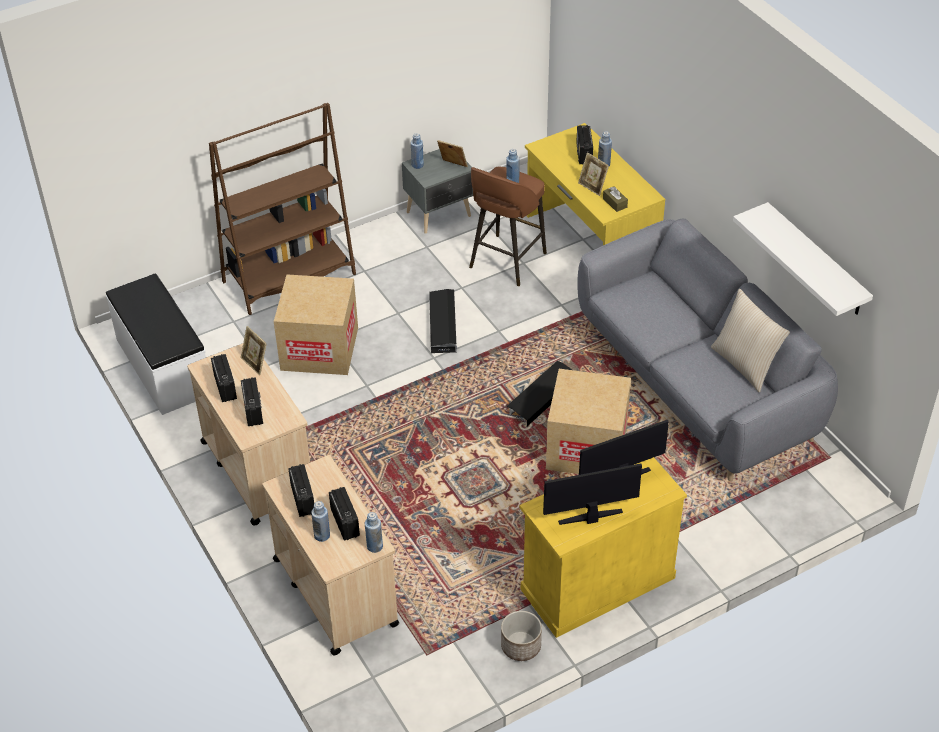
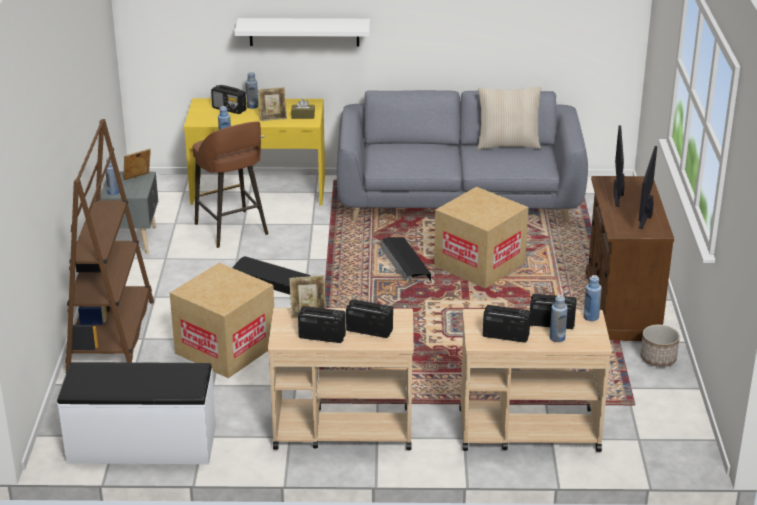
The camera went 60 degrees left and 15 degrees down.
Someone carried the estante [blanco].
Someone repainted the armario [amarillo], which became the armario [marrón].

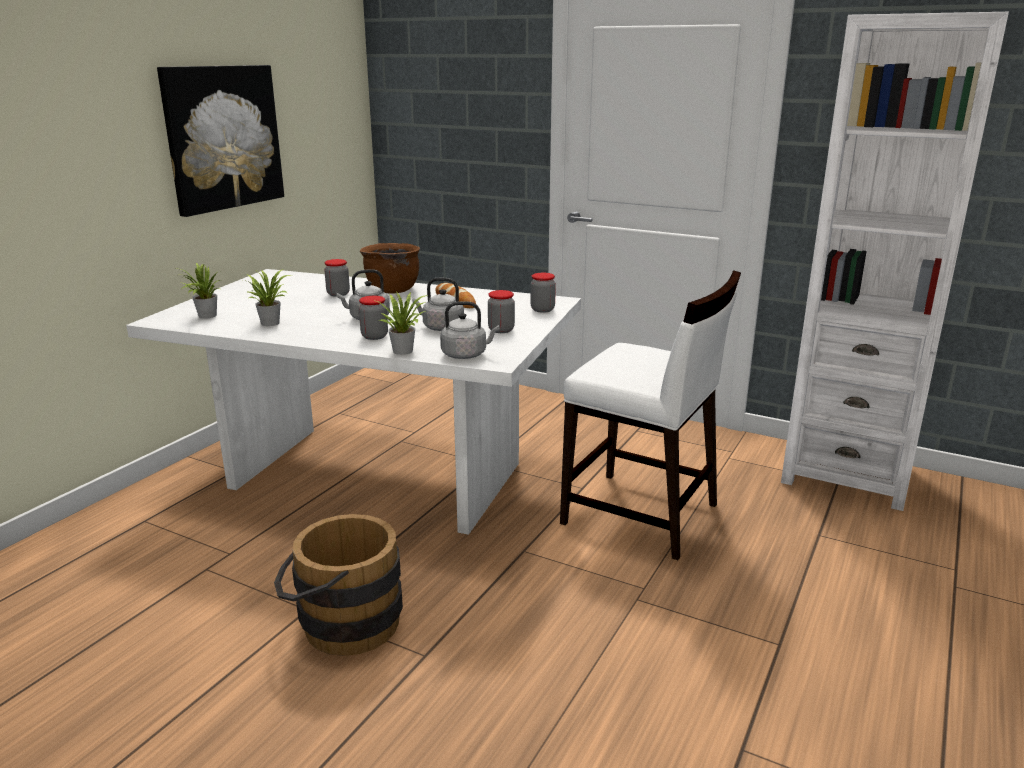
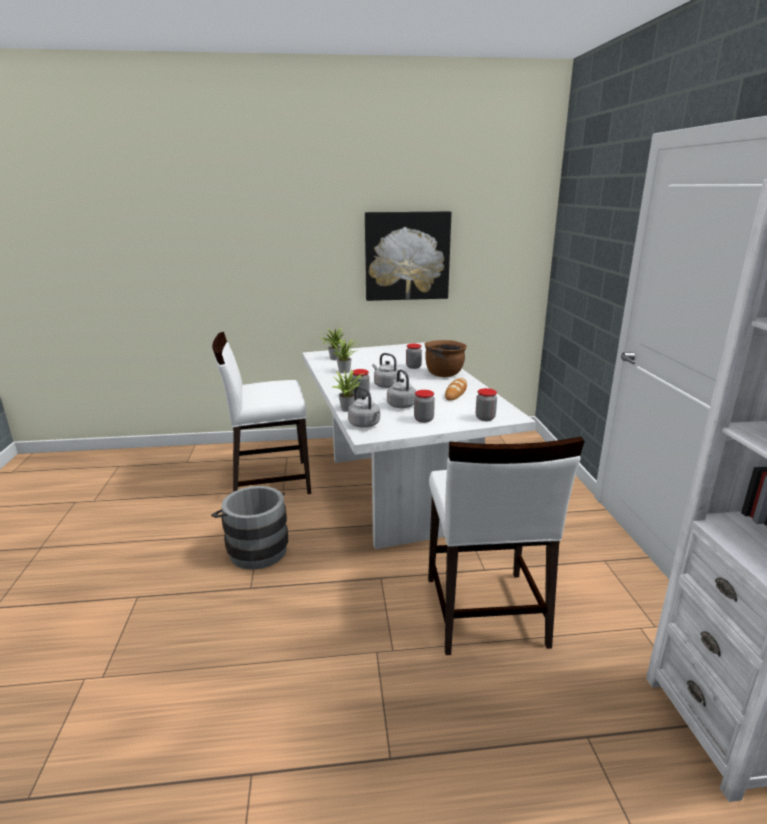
The camera went 55 degrees right and 0 degrees up.
Someone repainted the cubo [marrón], which became the cubo [gris].
Someone put down the silla [blanco] (no. 1 from left).

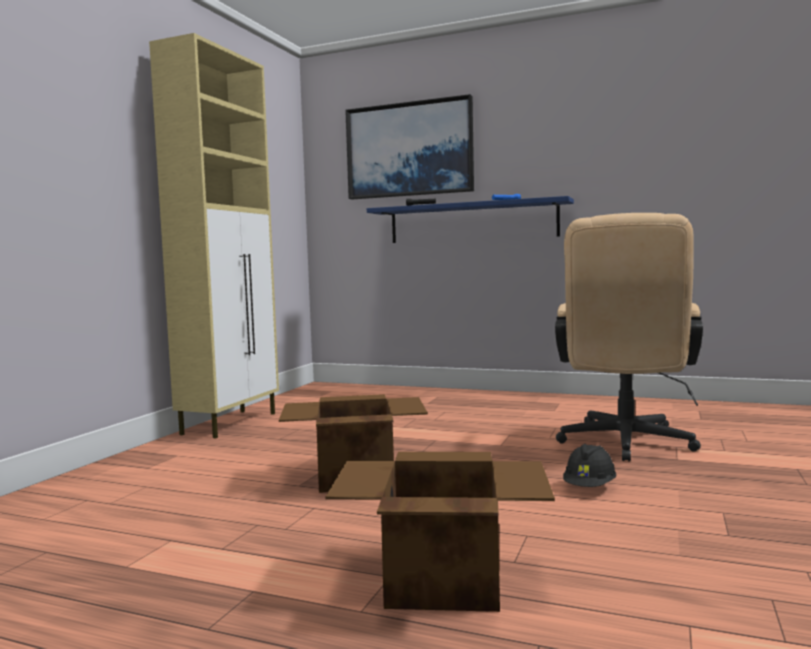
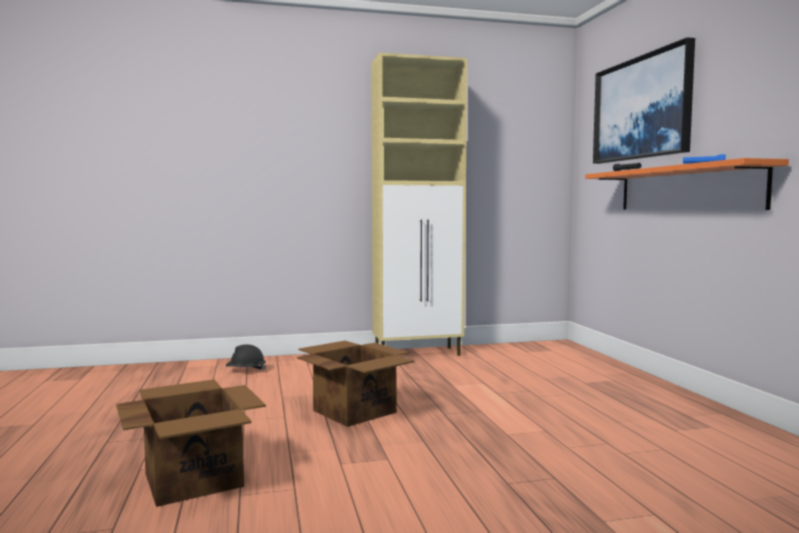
The camera went 55 degrees right and 0 degrees up.
Someone carried the casco [negro].
Someone repainted the estante [azul], which became the estante [naranja].
Someone took away the silla de oficina [beis].

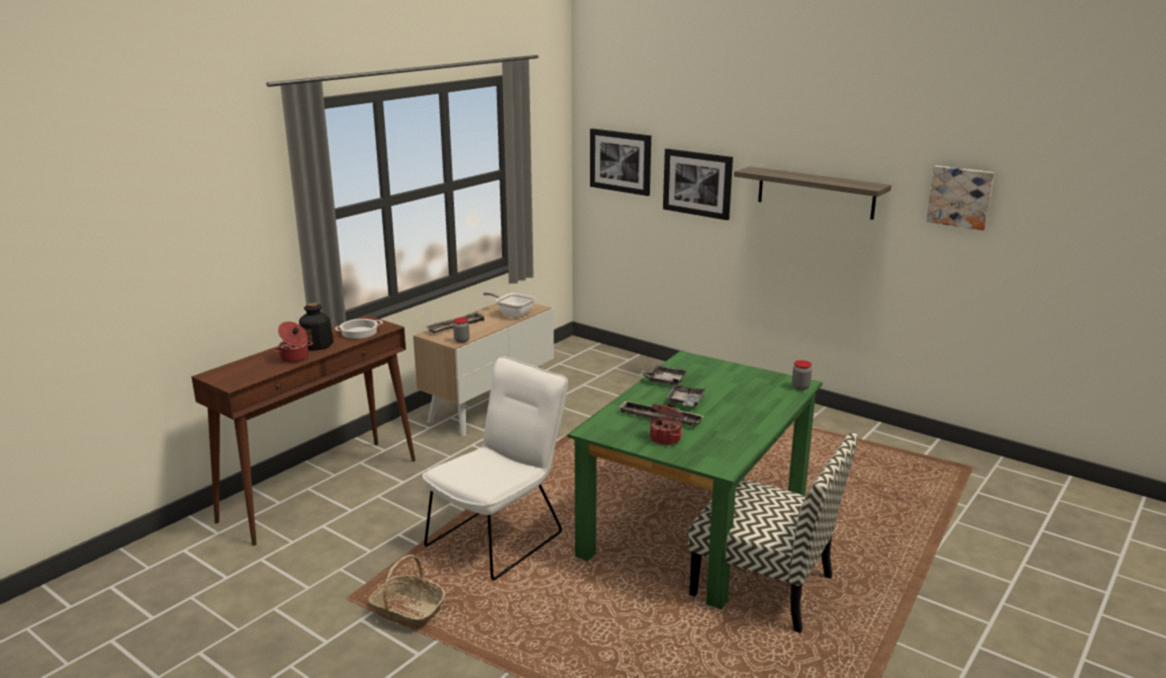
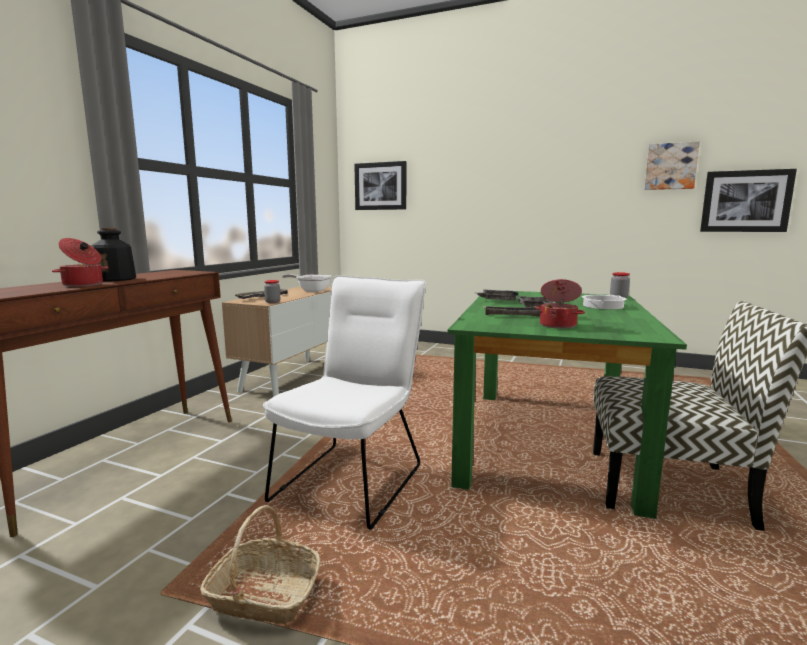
The camera went 15 degrees left and 10 degrees down.
Someone carried the olla (no. 2 from left in the first image).
Someone carried the cuadro (no. 2 from left in the first image).
Someone took away the estante.

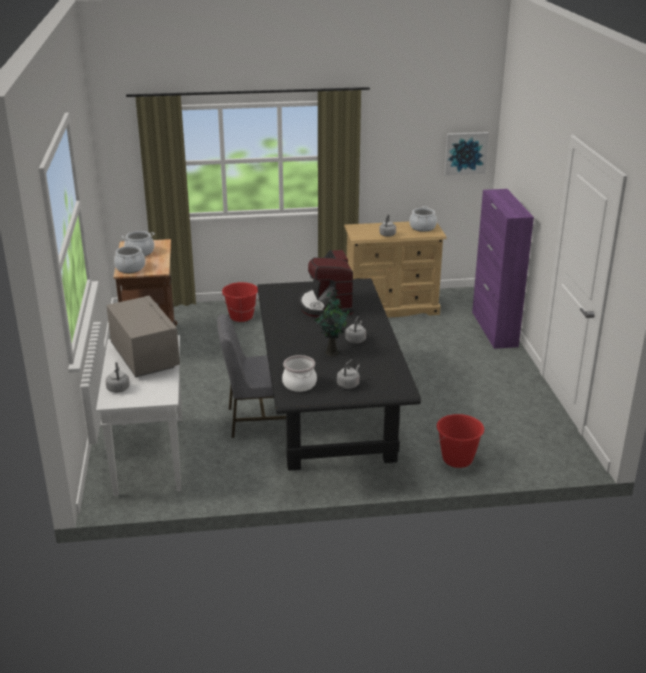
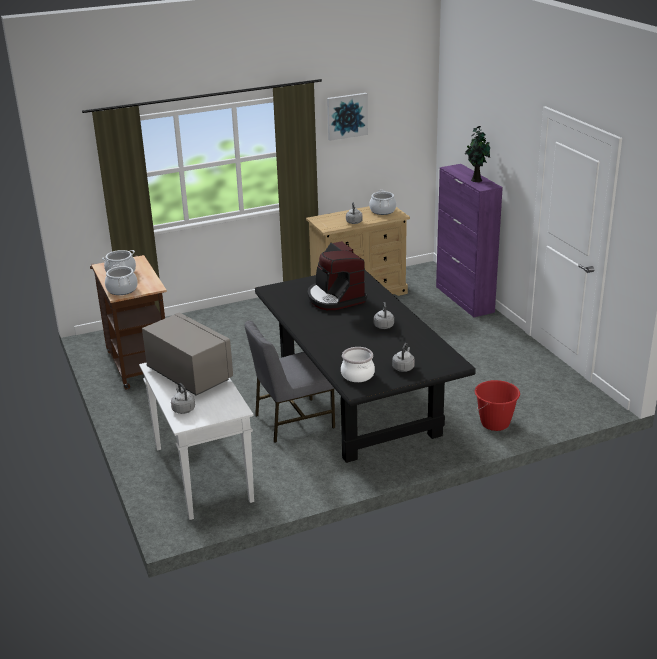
The camera went 15 degrees left and 0 degrees up.
Someone carried the cuadro.
Someone carried the planta en maceta.
Someone took away the cubo [rojo] (no. 1 from left).

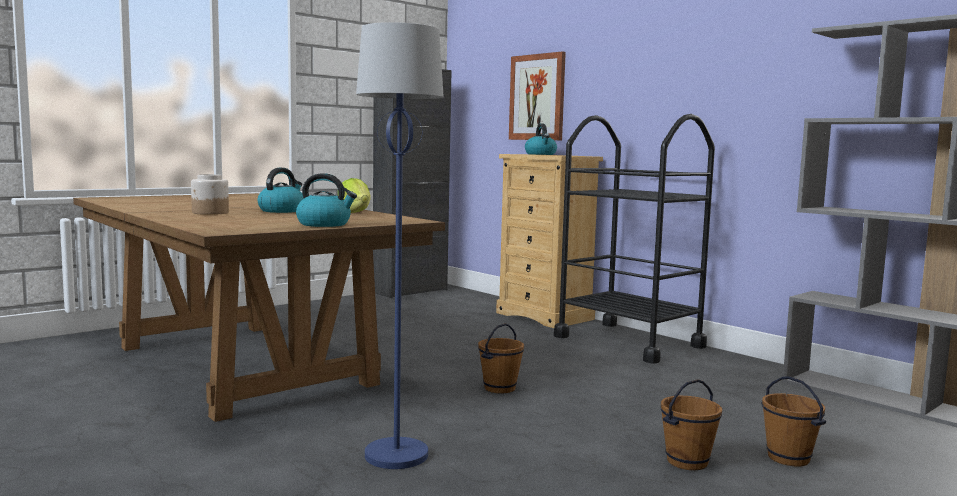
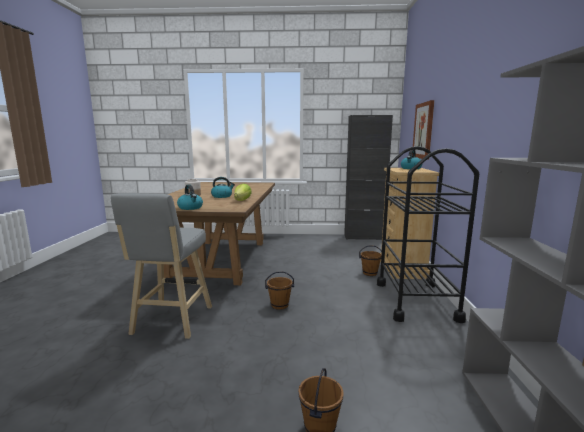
The camera went 45 degrees right and 5 degrees up.
Someone swapped the lámpara de pie [azul] for the taburete [gris].
Someone carried the cubo [marrón] (no. 2 from left in the first image).

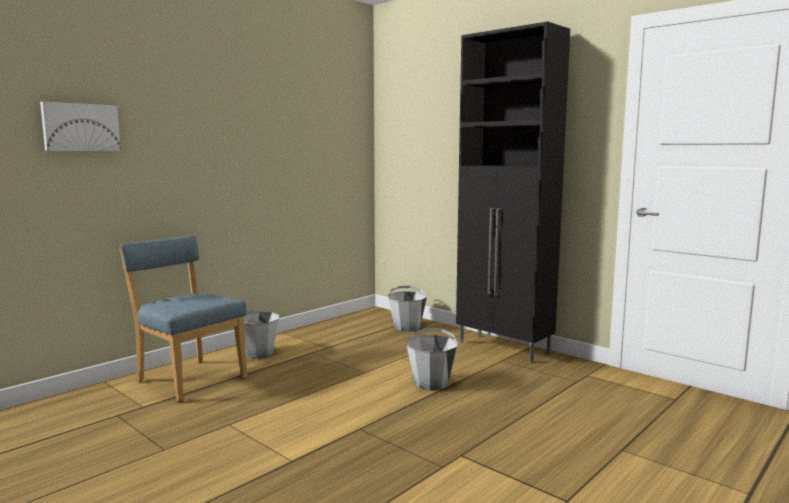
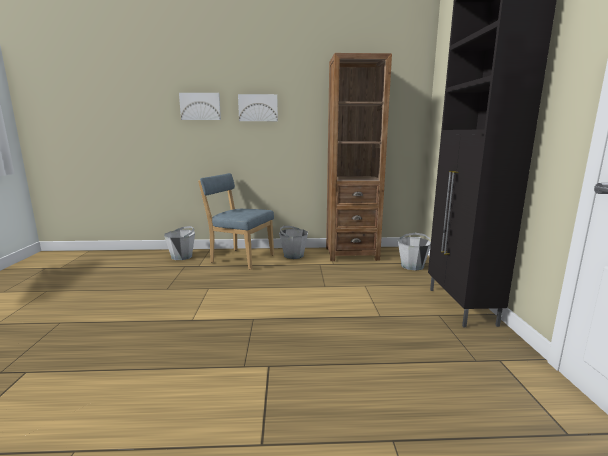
The camera went 45 degrees right and 5 degrees up.
Someone carried the cubo [gris] (no. 3 from left in the first image).
Someone rotated the silla [azul] by 60 degrees counterclockwise.
Someone put up the cuadro (no. 2 from left).
Someone put down the estantería [marrón].

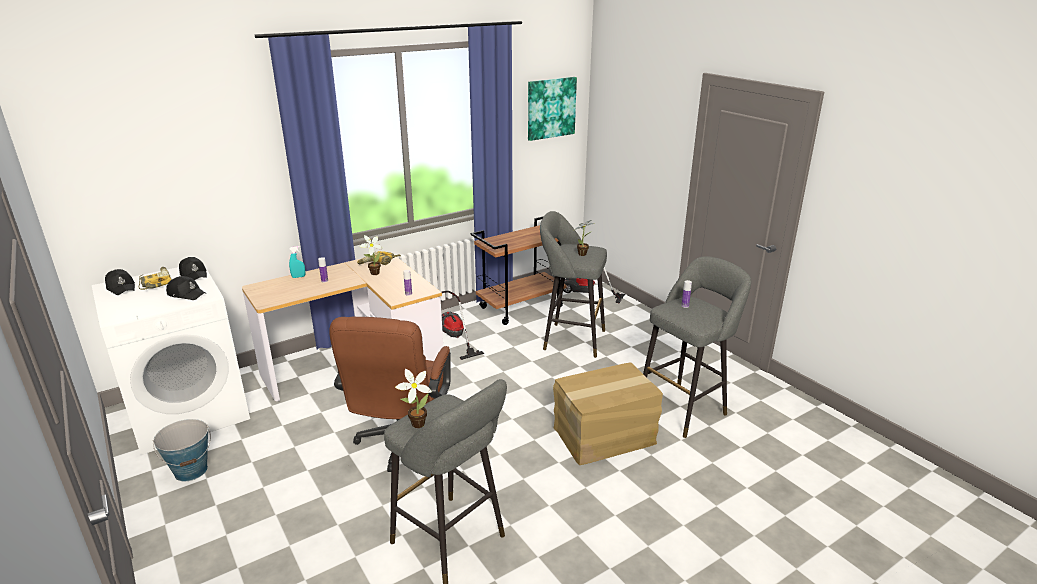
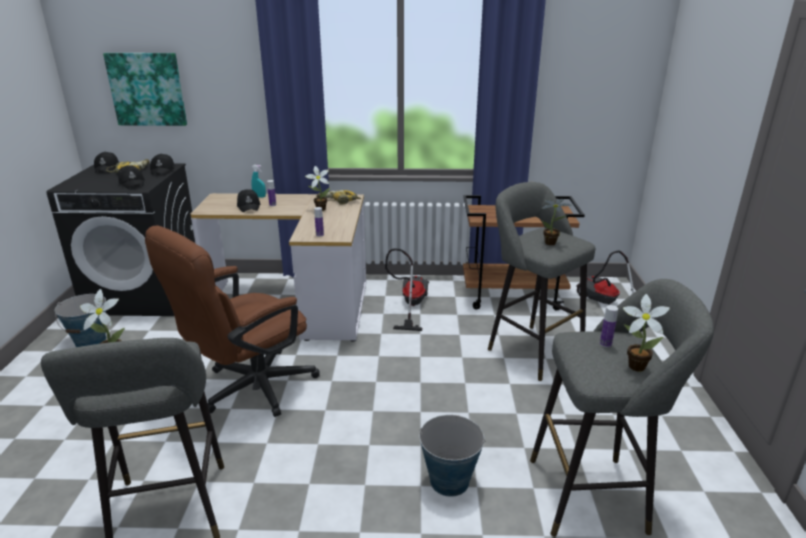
The camera went 35 degrees right and 0 degrees up.
Someone repainted the lavadora [blanco], which became the lavadora [negro].
Someone carried the cuadro.
Someone put down the gorra [negro] (no. 4 from left).
Someone swapped the caja de cartón for the cubo (no. 2 from left).
Someone put down the planta en maceta (no. 4 from left).

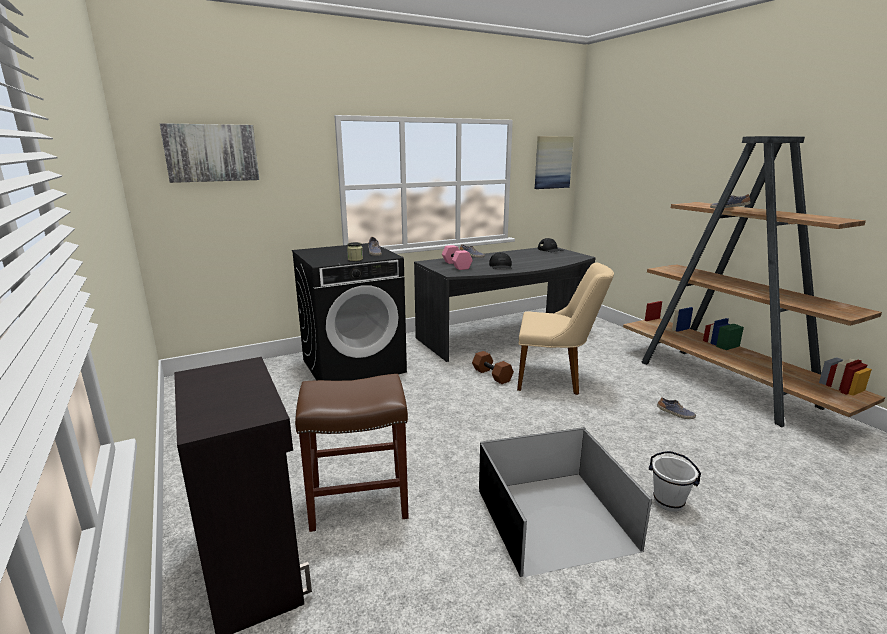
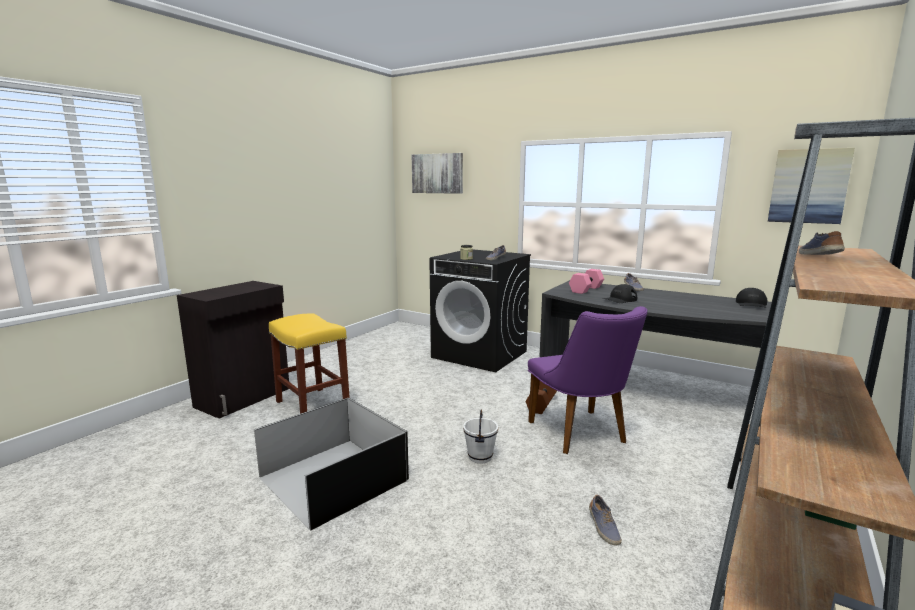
The camera went 60 degrees right and 5 degrees down.
Someone repainted the taburete [marrón], which became the taburete [amarillo].
Someone carried the cubo [blanco].
Someone repainted the silla [beis], which became the silla [morado].

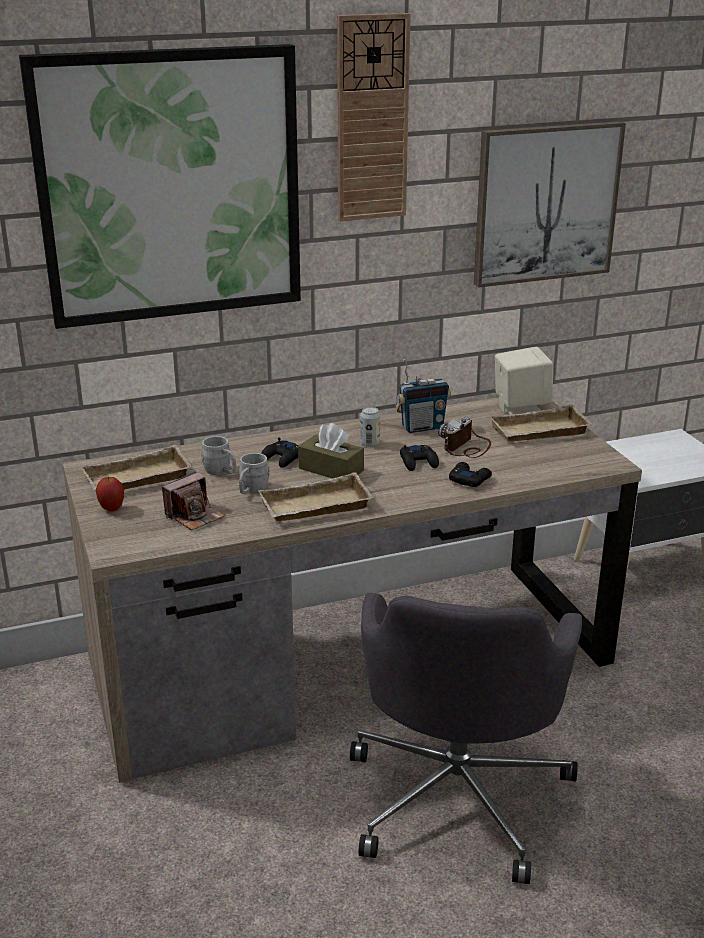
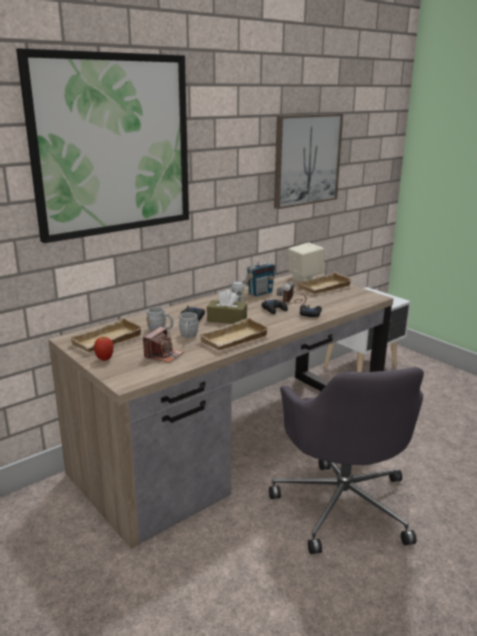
The camera went 20 degrees left and 5 degrees down.
Someone took away the reloj de pared.

